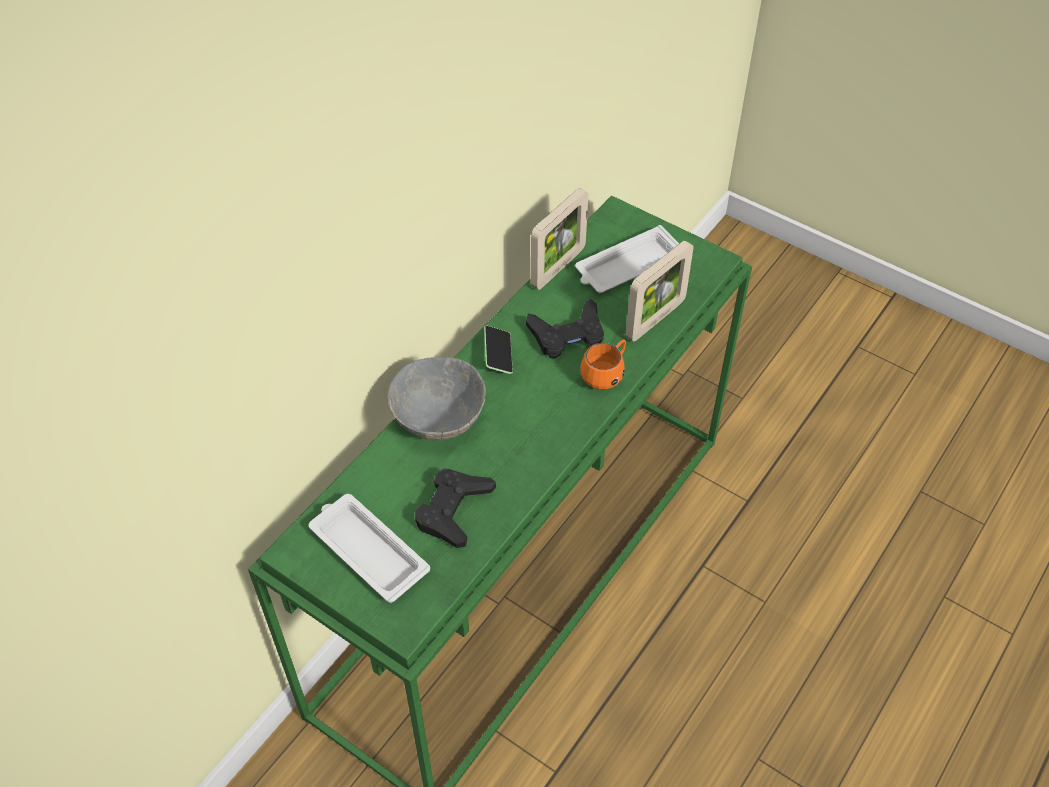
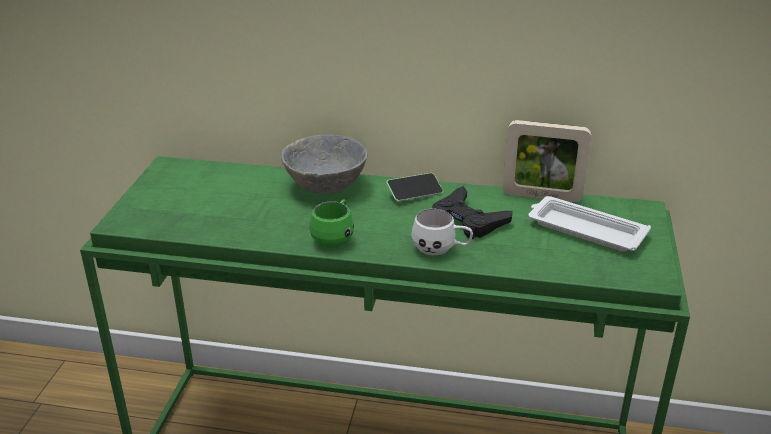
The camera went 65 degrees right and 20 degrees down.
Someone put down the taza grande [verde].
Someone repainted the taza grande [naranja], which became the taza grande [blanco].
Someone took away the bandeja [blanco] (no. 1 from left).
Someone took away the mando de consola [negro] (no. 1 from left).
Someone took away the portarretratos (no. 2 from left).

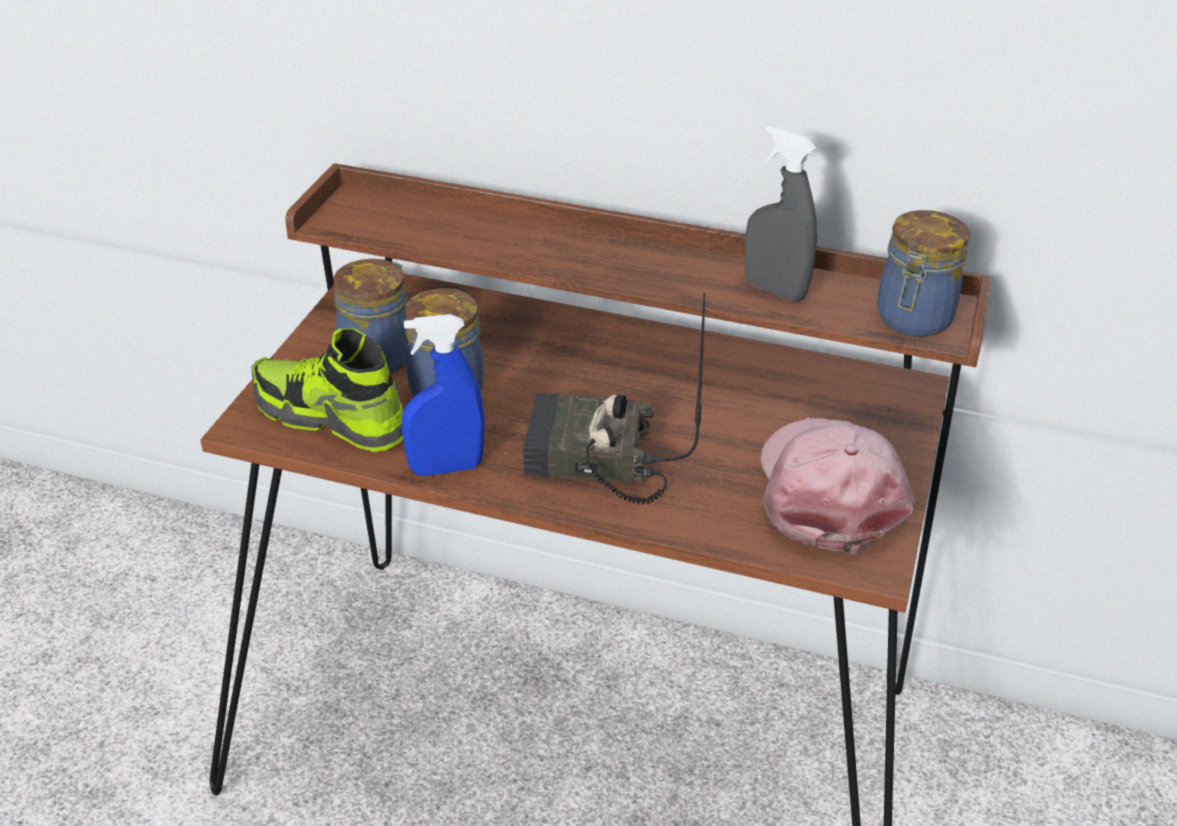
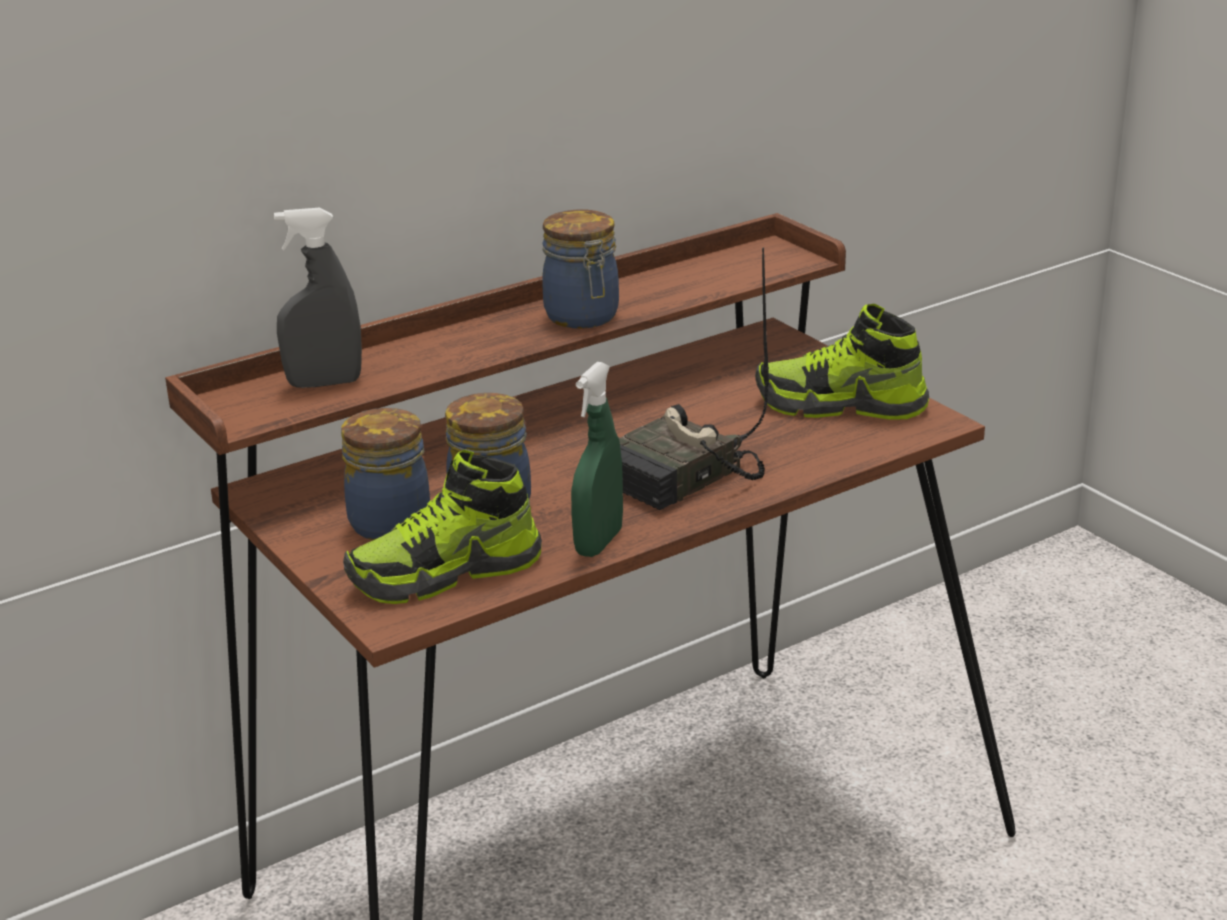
The camera went 50 degrees left and 10 degrees down.
Someone carried the pulverizador [gris].
Someone carried the tarro (no. 3 from left).
Someone repainted the pulverizador [azul], which became the pulverizador [verde].
Someone swapped the gorra [rosa] for the zapato (no. 2 from left).

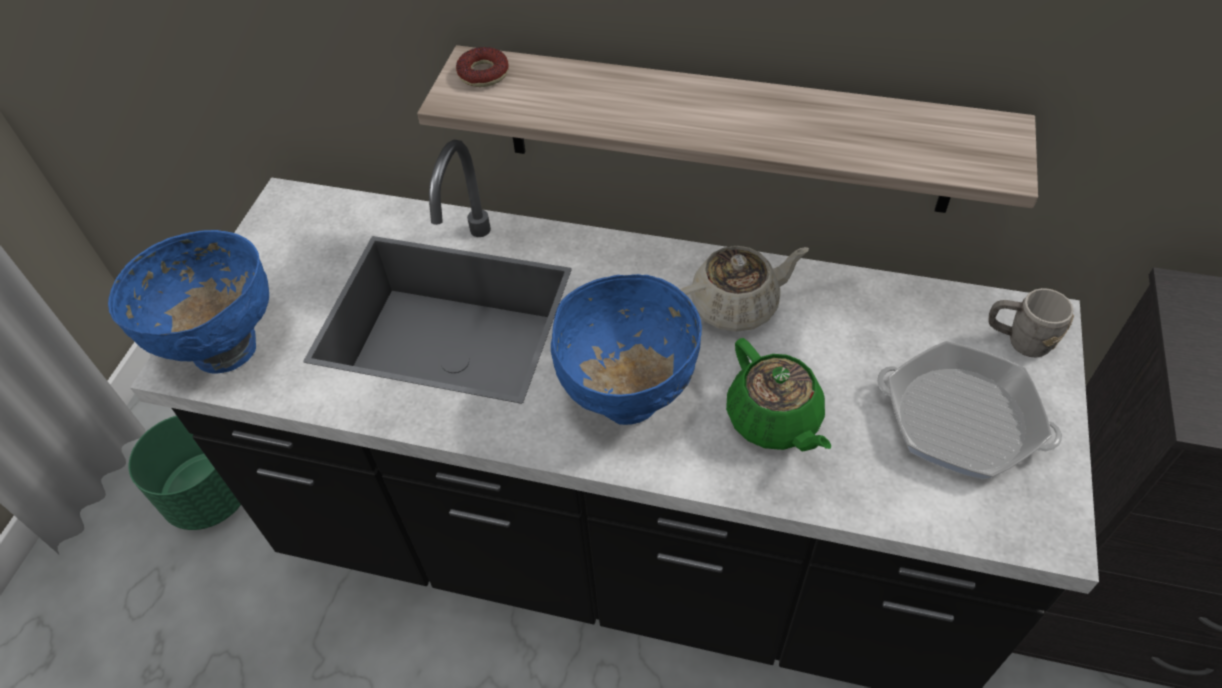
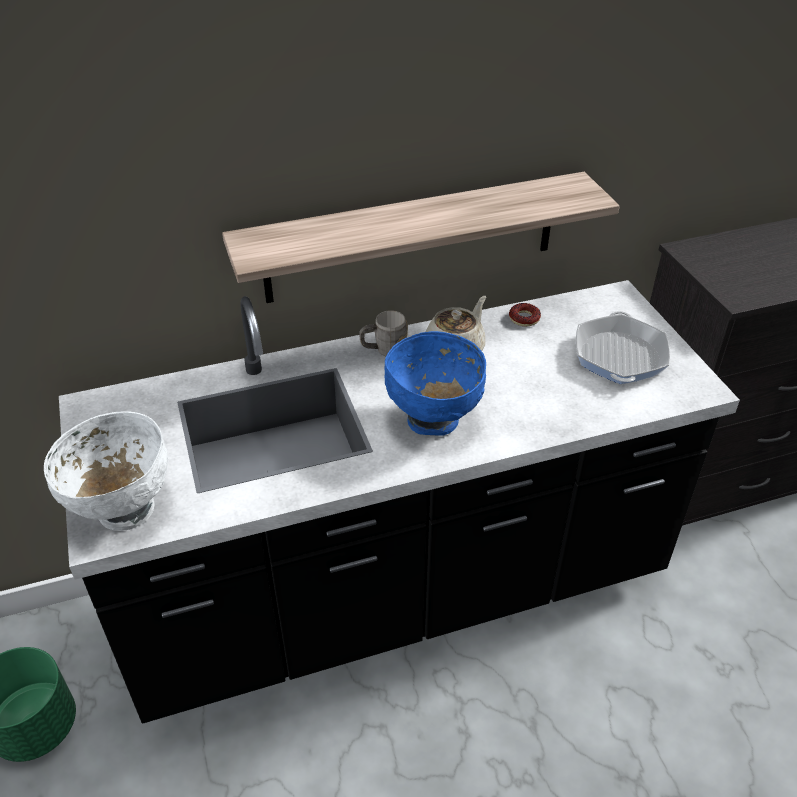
The camera went 35 degrees left and 10 degrees down.
Someone repainted the cuenco [azul] (no. 1 from left), which became the cuenco [blanco].
Someone carried the taza grande [gris].
Someone carried the rosquilla.
Someone rotated the sartén by 105 degrees clockwise.
Someone took away the tetera [verde].

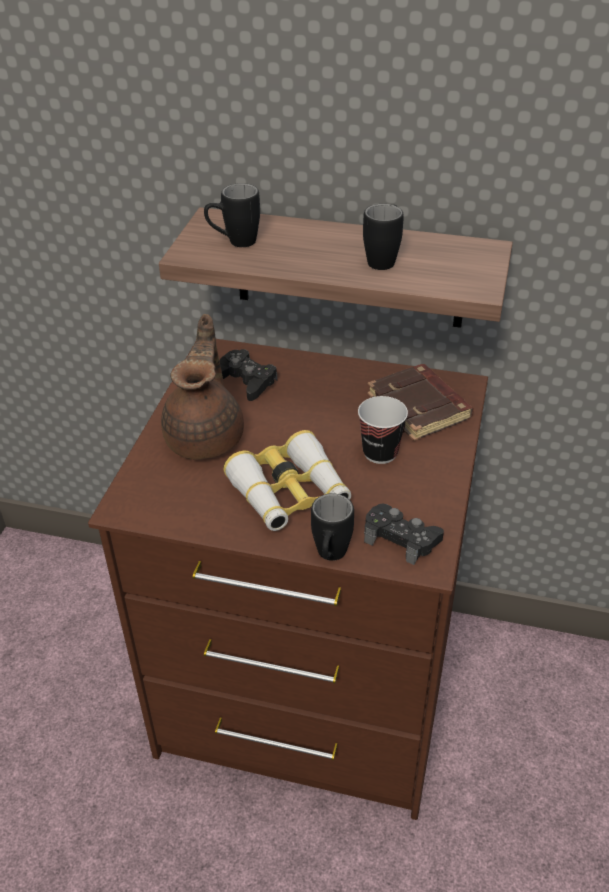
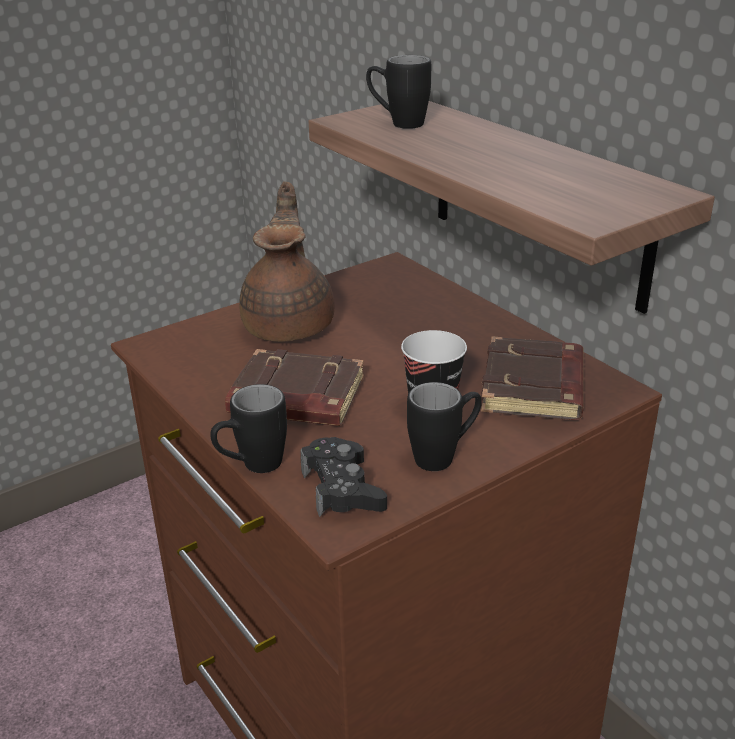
The camera went 40 degrees right and 10 degrees down.
Someone swapped the prismáticos for the libro [marrón] (no. 1 from left).
Someone rotated the tetera [marrón] by 45 degrees counterclockwise.
Someone carried the taza grande [negro] (no. 3 from left).
Someone took away the mando de consola [negro] (no. 1 from left).

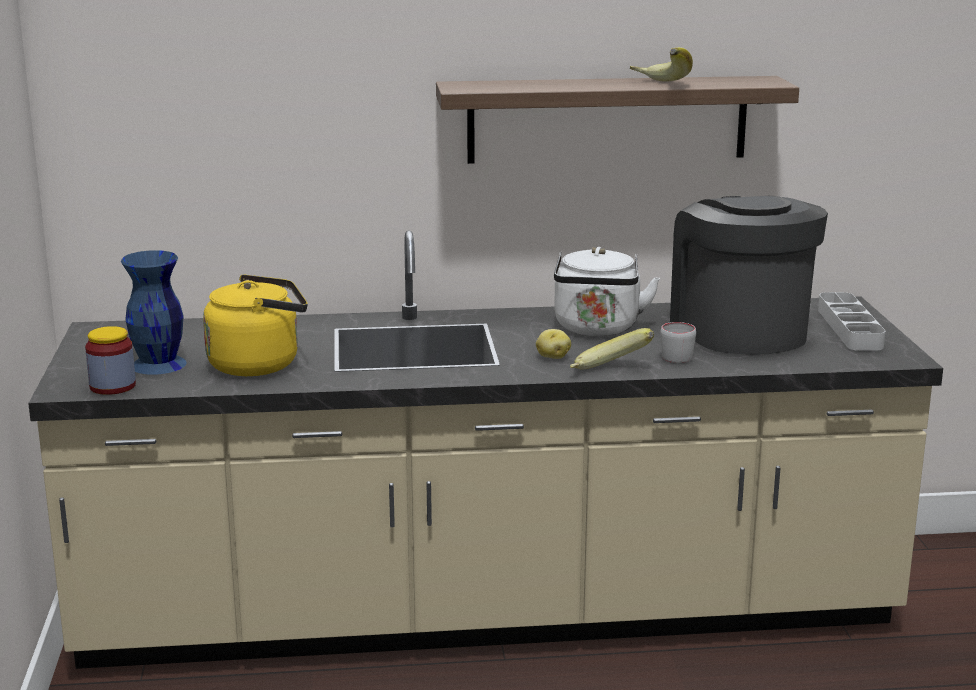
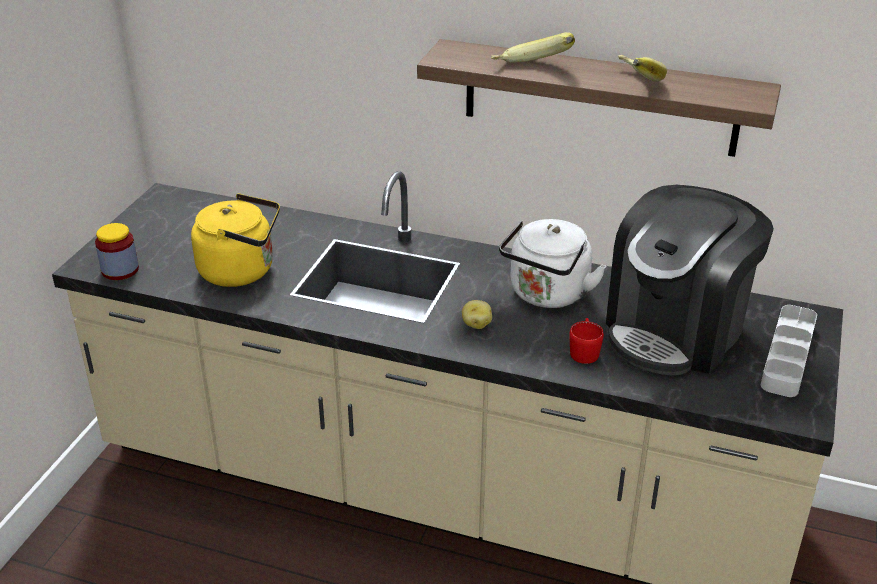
The camera went 25 degrees right and 15 degrees up.
Someone carried the plátano (no. 1 from left).
Someone repainted the taza grande [gris], which became the taza grande [rojo].
Someone rotated the cafetera by 150 degrees counterclockwise.
Someone took away the florero [azul].

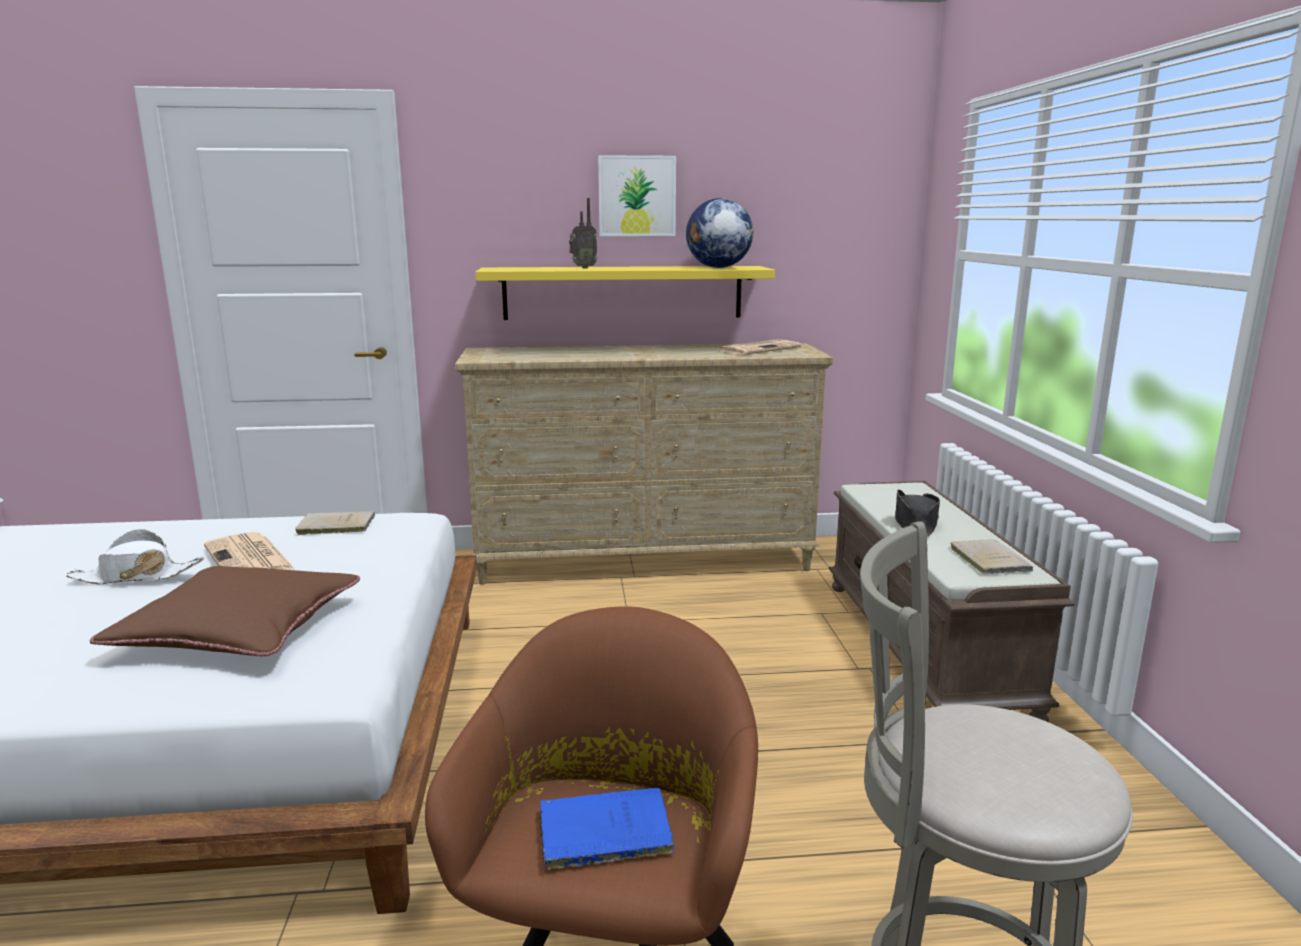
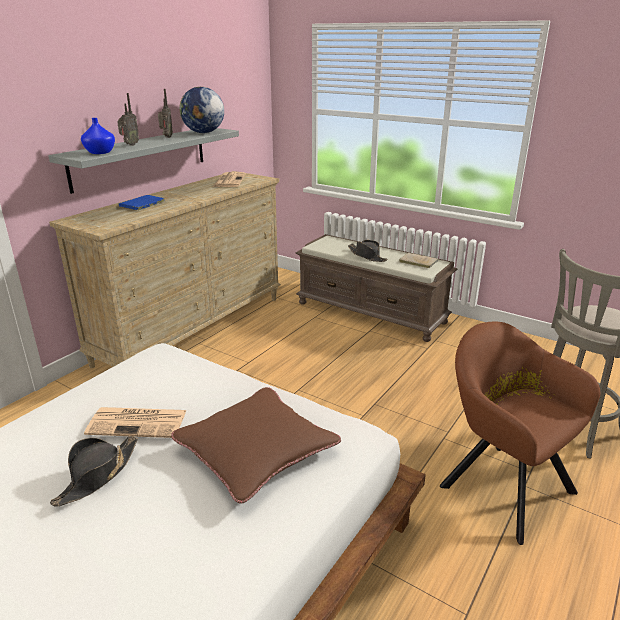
The camera went 50 degrees left and 10 degrees up.
Someone repainted the estante [amarillo], which became the estante [gris].
Someone repainted the sombrero [blanco], which became the sombrero [negro] (no. 1 from left).
Someone put down the florero [azul].
Someone carried the libro [azul].
Someone put down the radio (no. 2 from left).
Someone took away the libro [beis] (no. 1 from left).
Someone took away the cuadro.

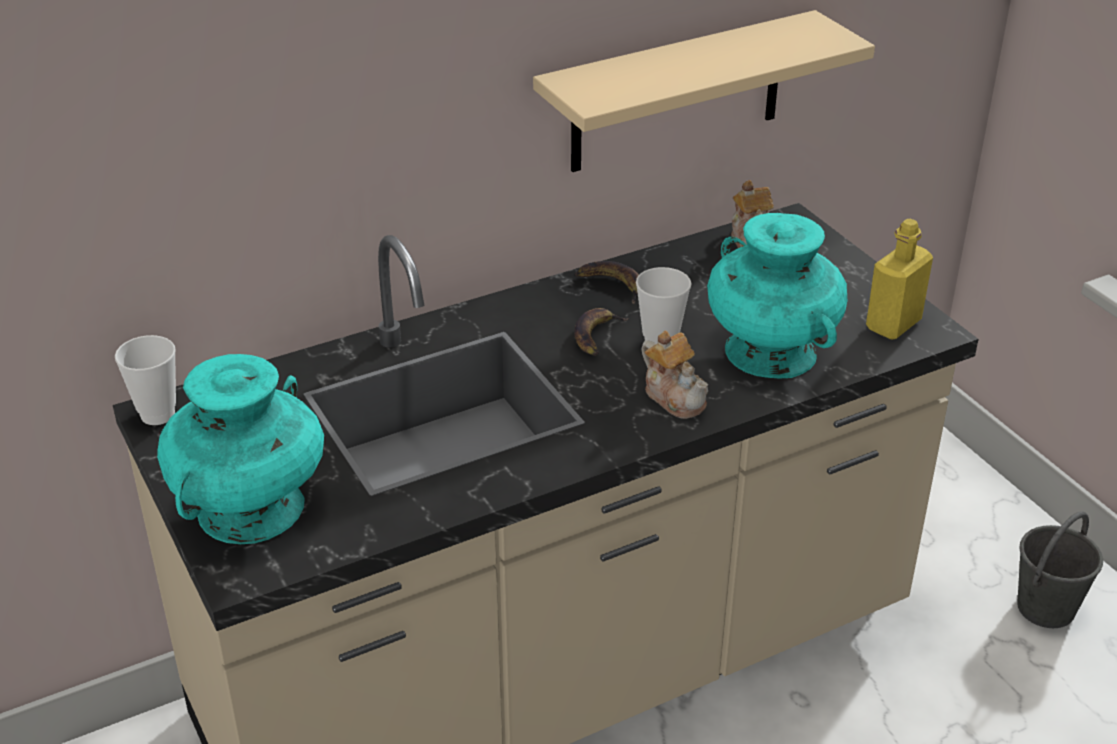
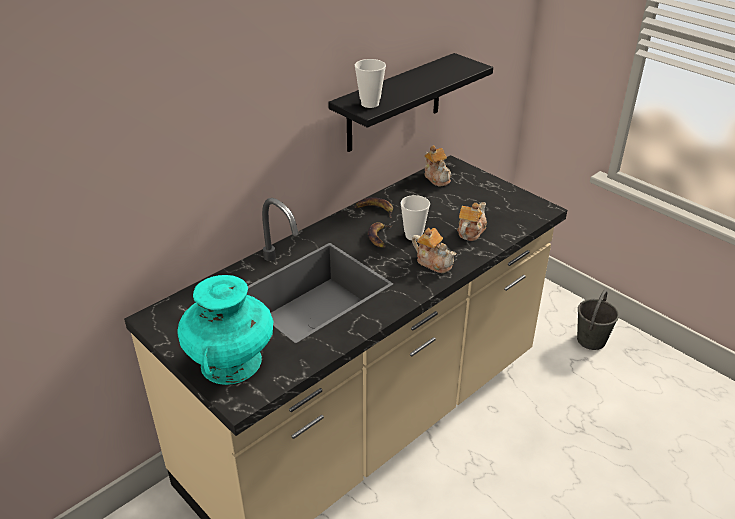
The camera went 15 degrees left and 0 degrees up.
Someone repainted the estante [beis], which became the estante [negro].
Someone carried the taza (no. 1 from left).
Someone swapped the florero [turquesa] (no. 2 from left) for the tetera (no. 3 from left).
Someone took away the botella [amarillo].

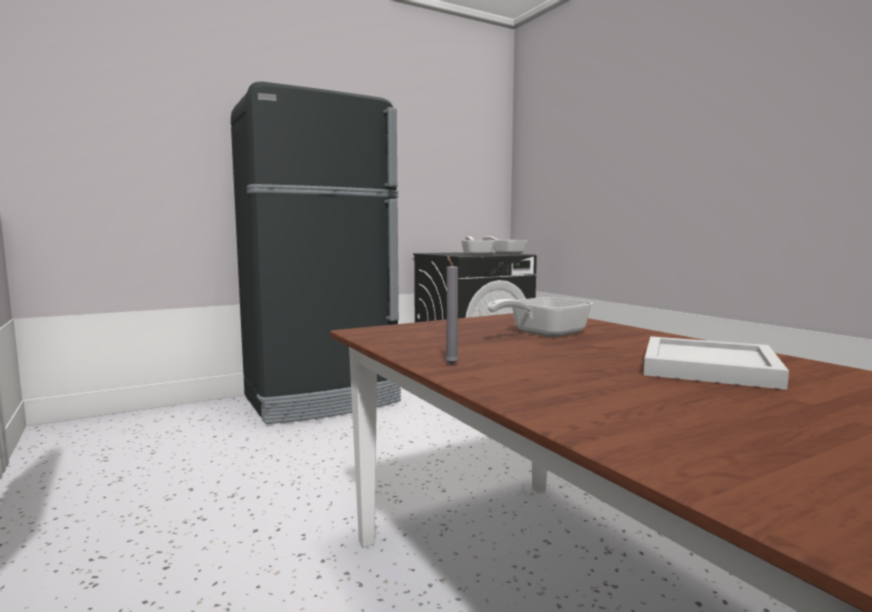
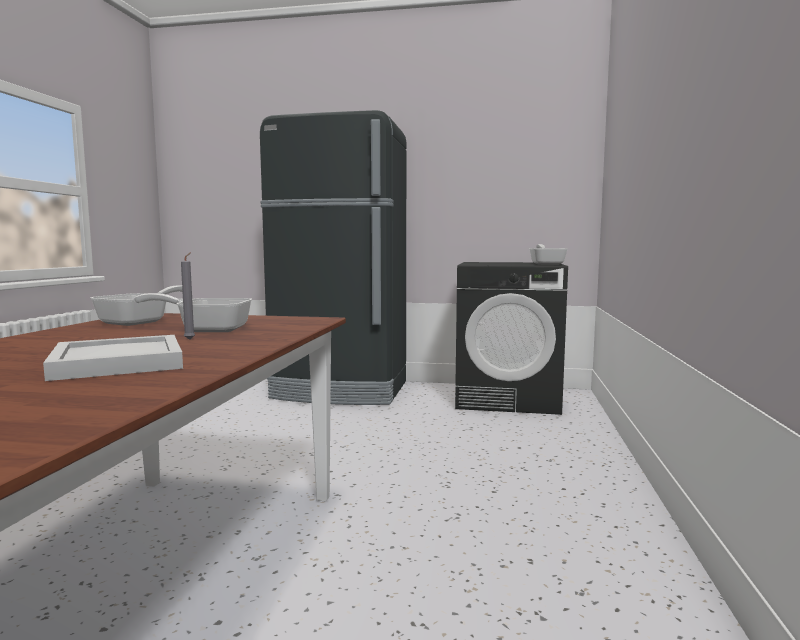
The camera went 40 degrees right and 0 degrees up.
Someone carried the sartén (no. 1 from left).
Someone carried the vela [gris].

